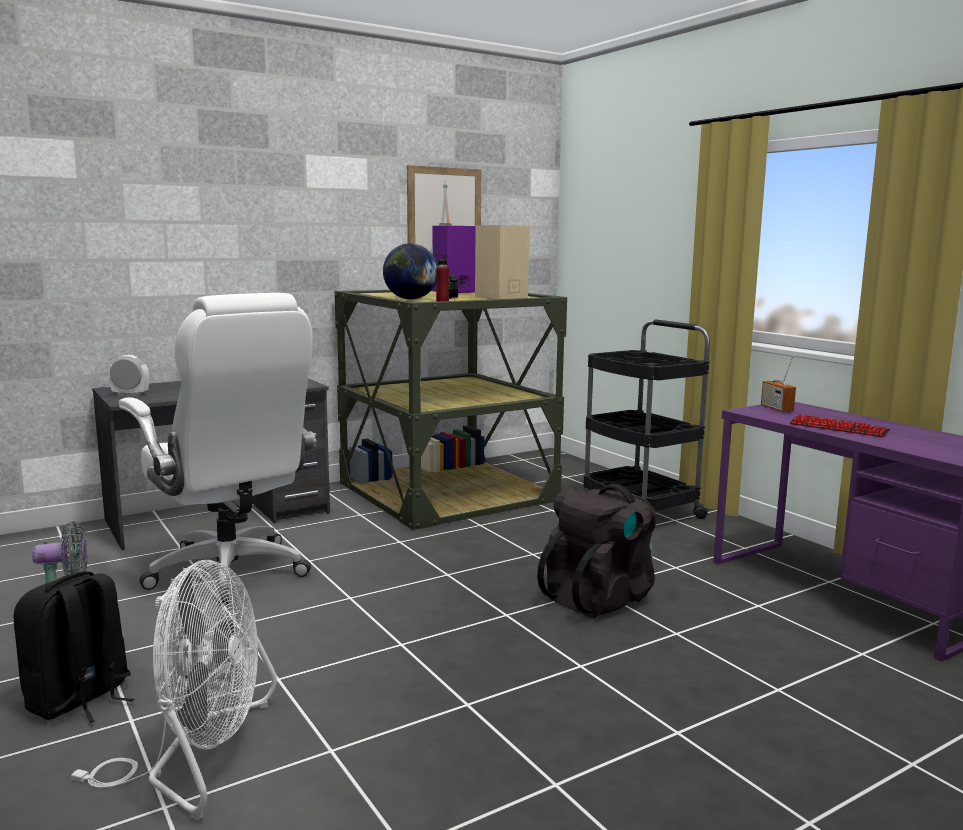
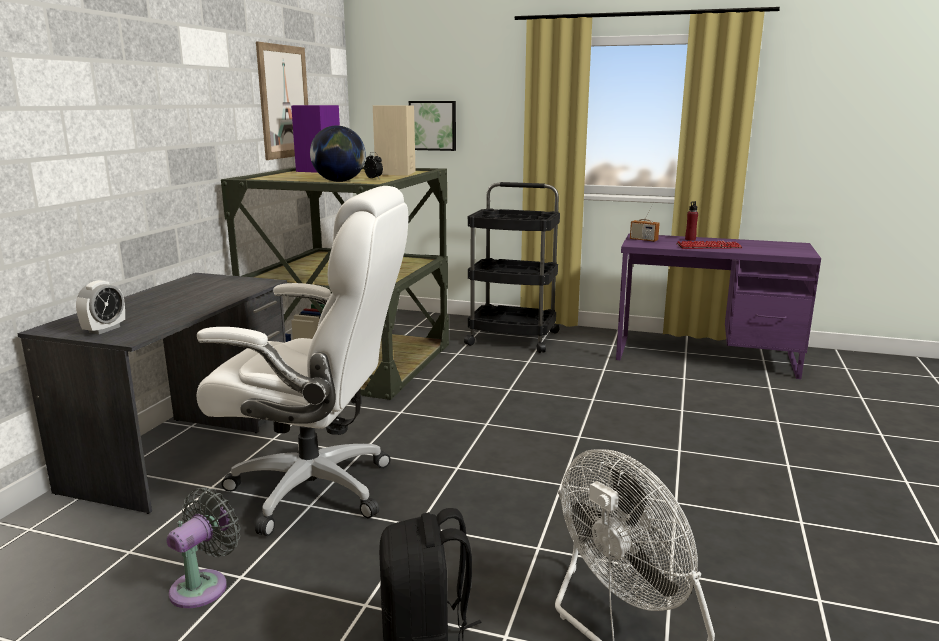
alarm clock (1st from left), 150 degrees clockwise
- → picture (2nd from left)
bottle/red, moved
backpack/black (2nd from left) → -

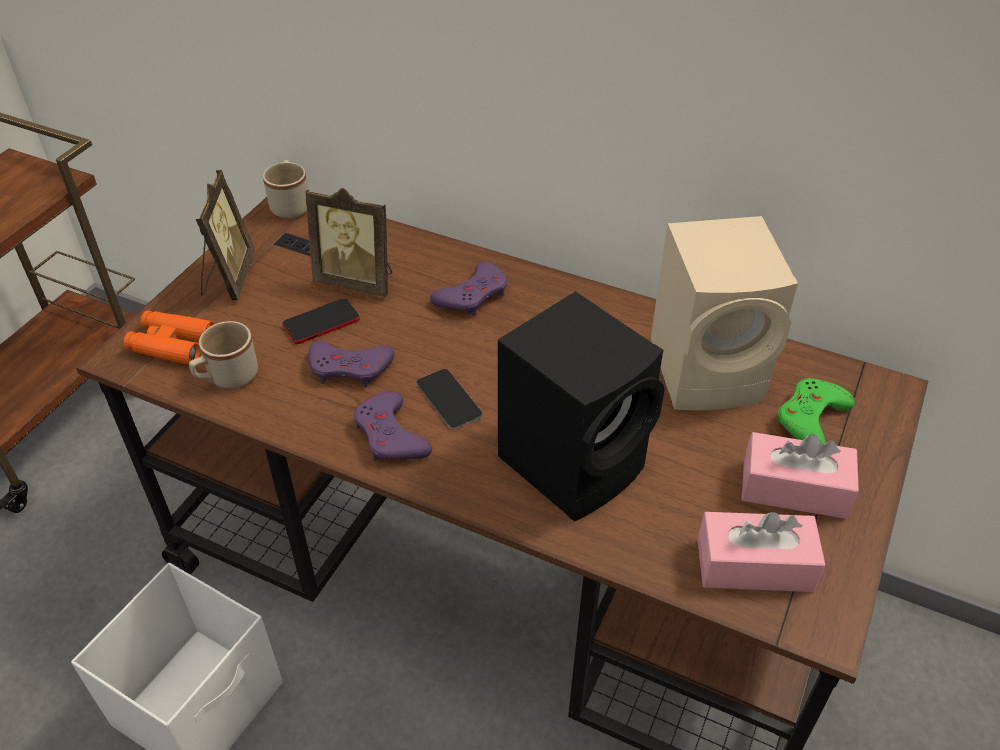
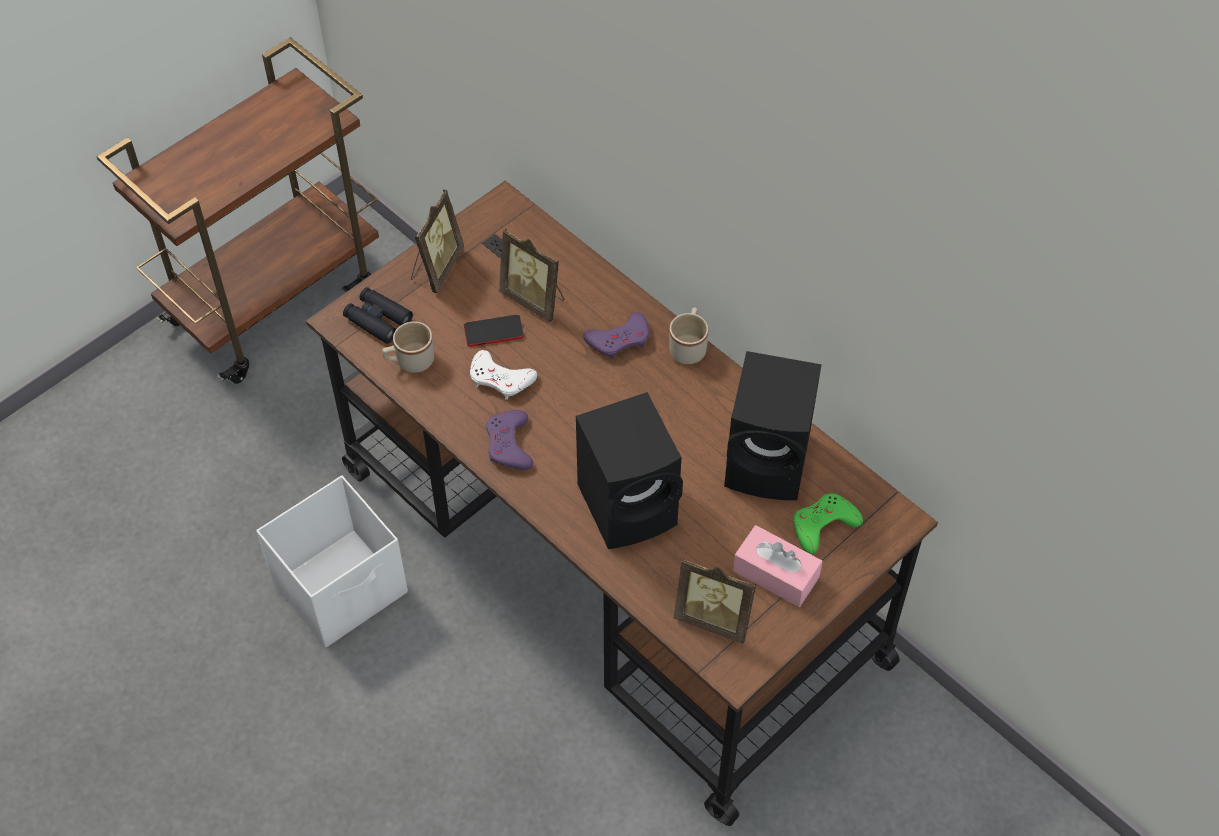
binoculars/orange → binoculars/black
game controller/purple (1st from left) → game controller/white
mug/beige (2nd from left), moved
tissue box/pink (1st from left) → picture frame (3rd from left)
speaker/beige → speaker/black (2nd from left)
phone (2nd from left) → -

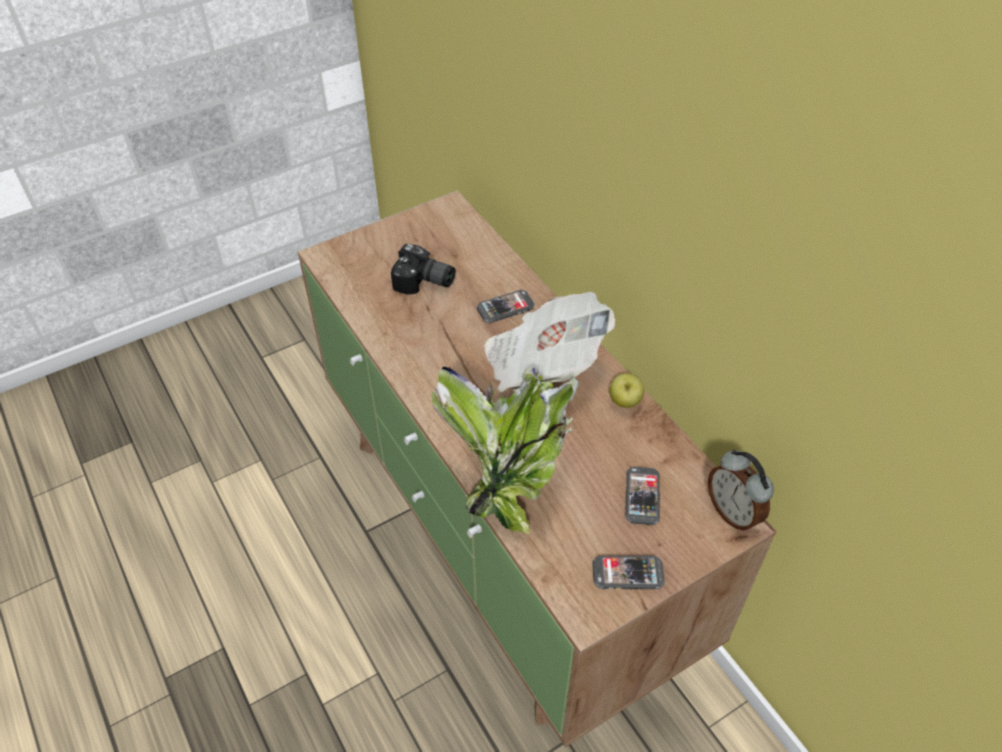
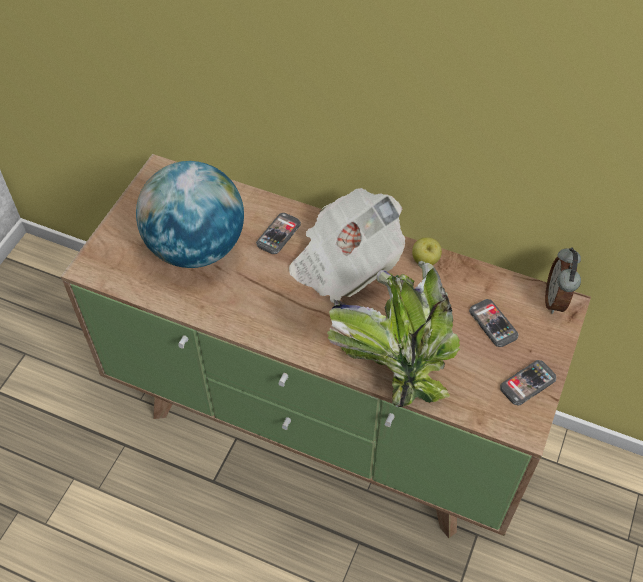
photo camera → globe
alarm clock, 75 degrees clockwise

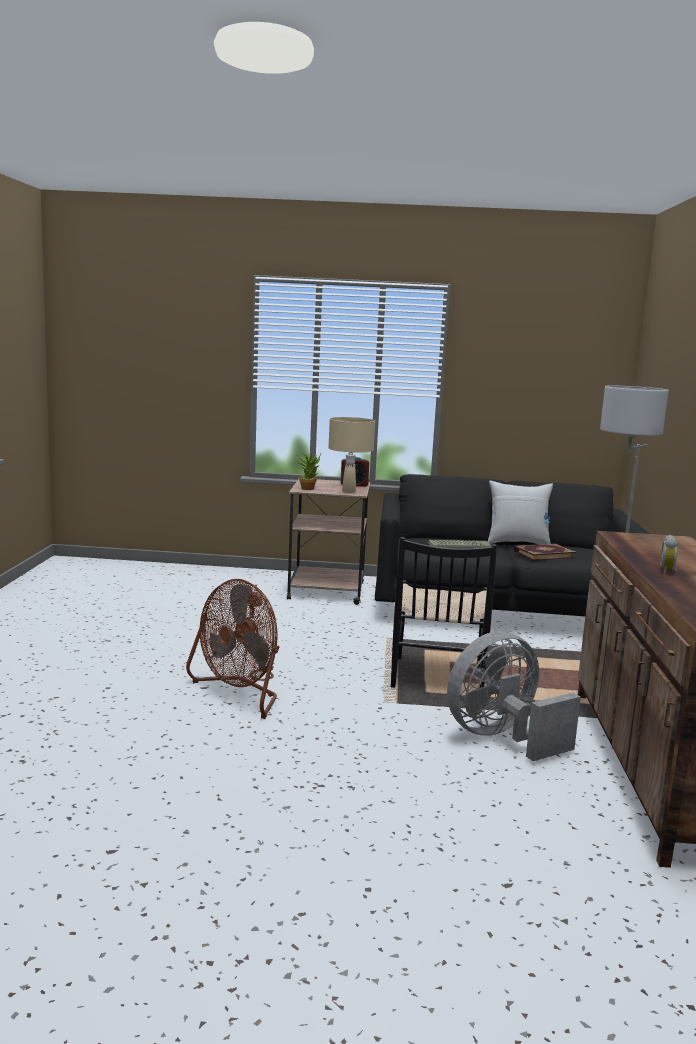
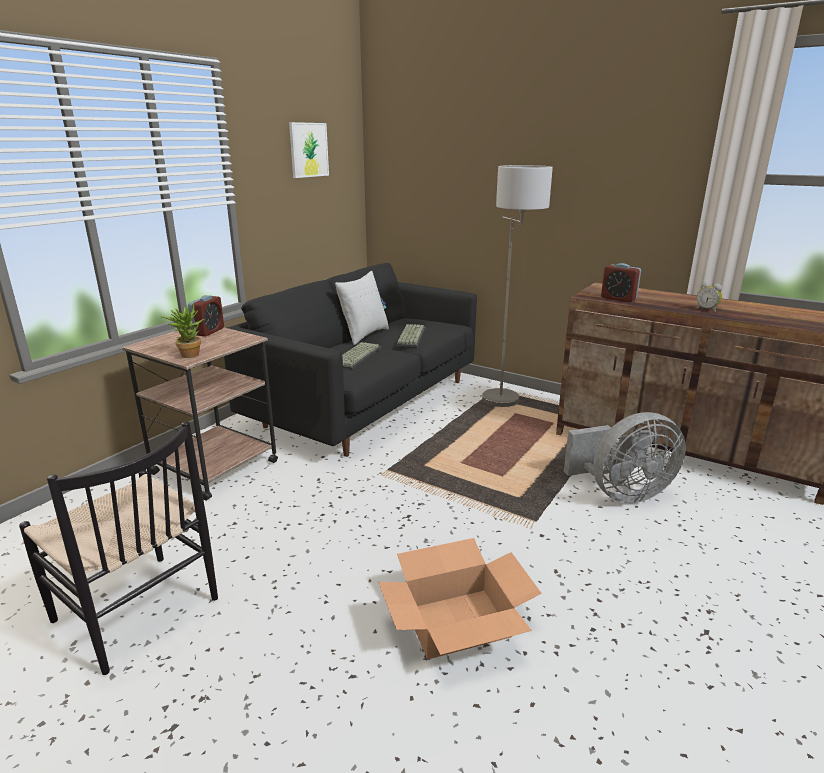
chair/black, moved
- → picture
fan/brown → cardboard box
book → keyboard (2nd from left)
fan/grey, 105 degrees counterclockwise
- → alarm clock (2nd from left)
table lamp/beige → -

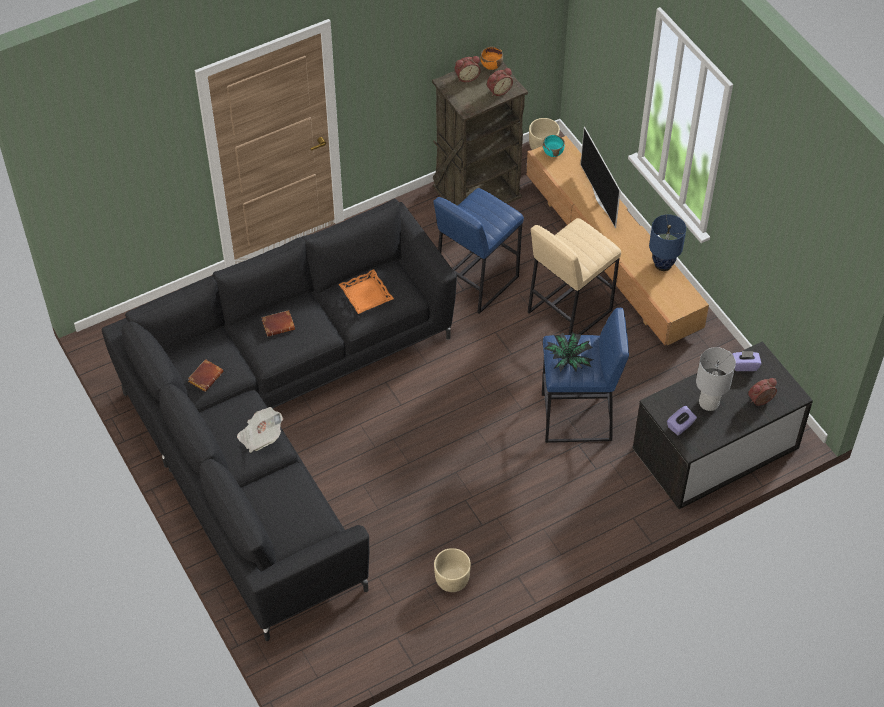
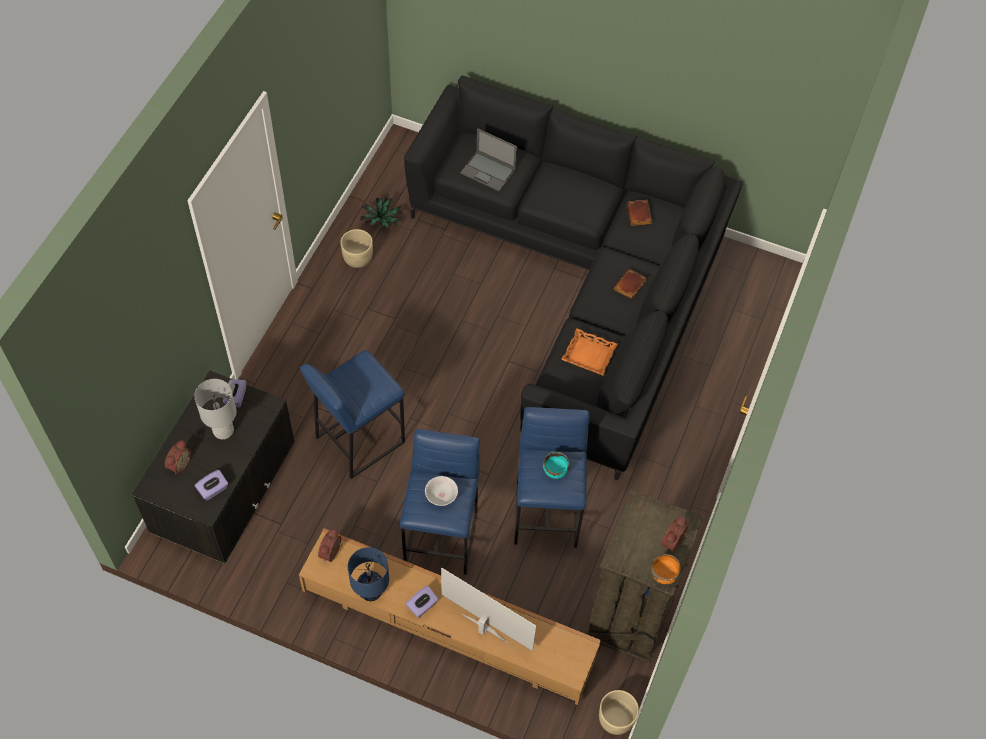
alarm clock (2nd from left), moved
potted plant, moved
stool/beige → stool/blue (2nd from left)
- → tissue box/purple (3rd from left)
- → bowl/white
- → laptop
bowl/turquoise, moved
newspaper → -

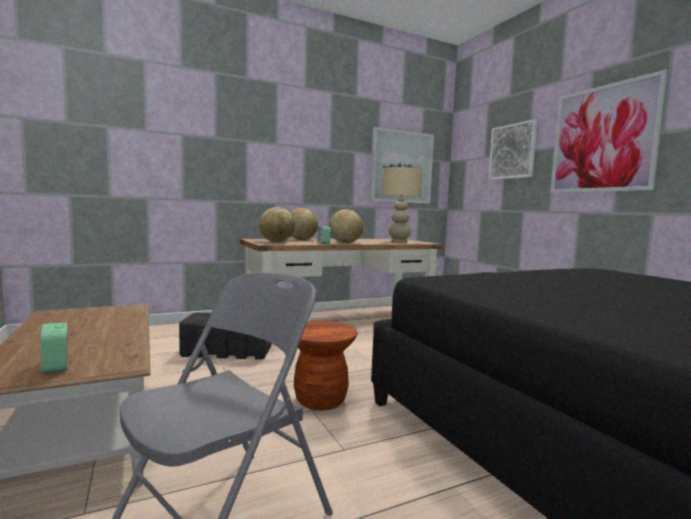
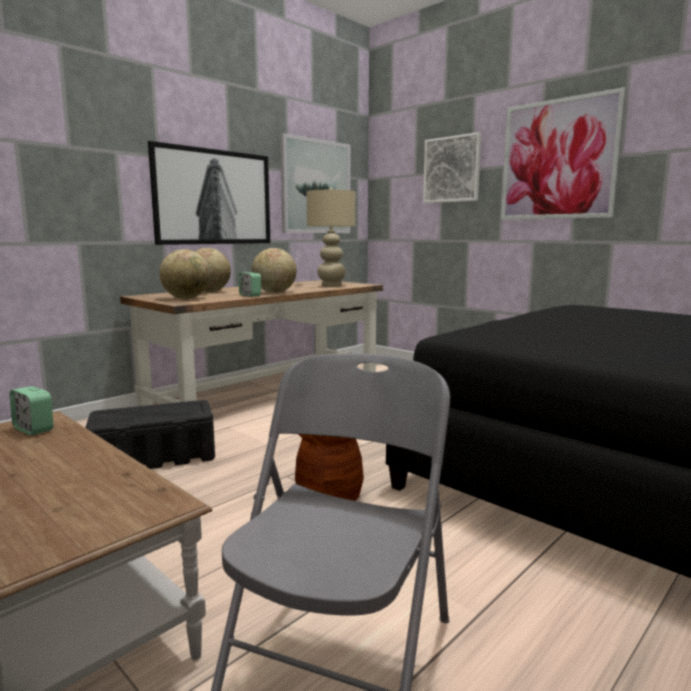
alarm clock (1st from left), moved
- → picture (1st from left)

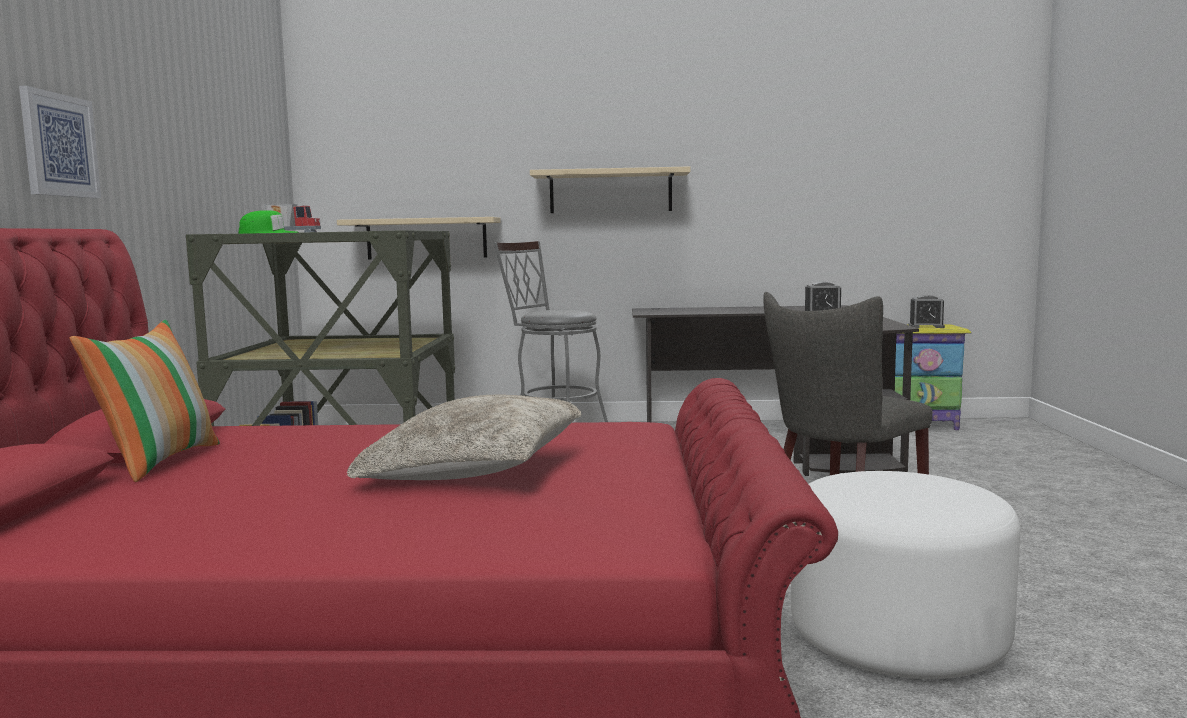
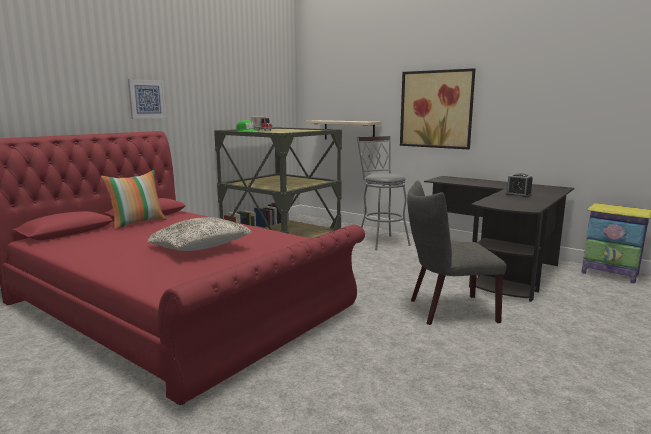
shelf/beige (2nd from left) → picture (2nd from left)
ottoman/white → -
alarm clock (2nd from left) → -

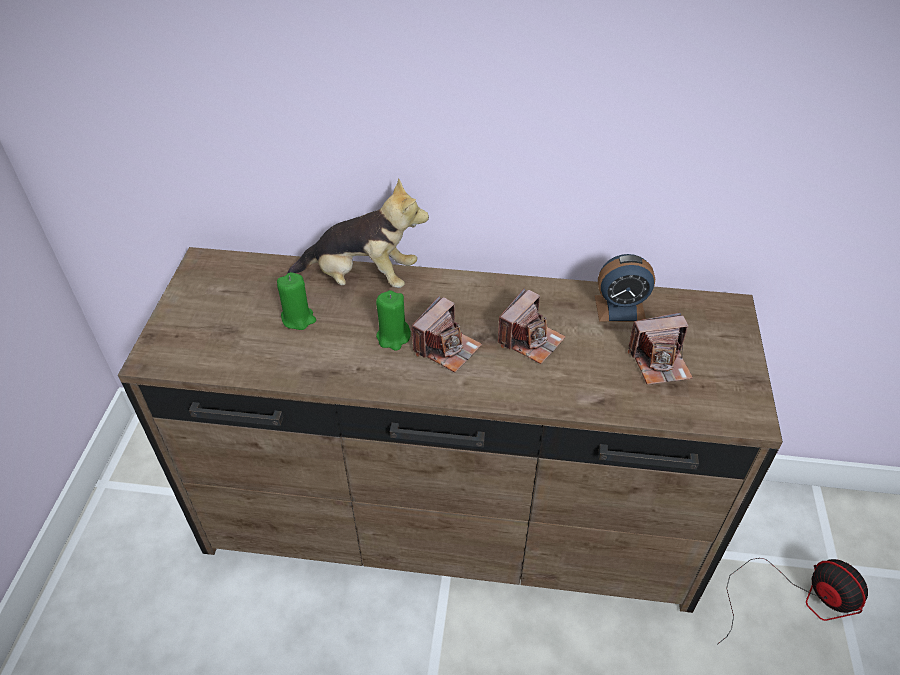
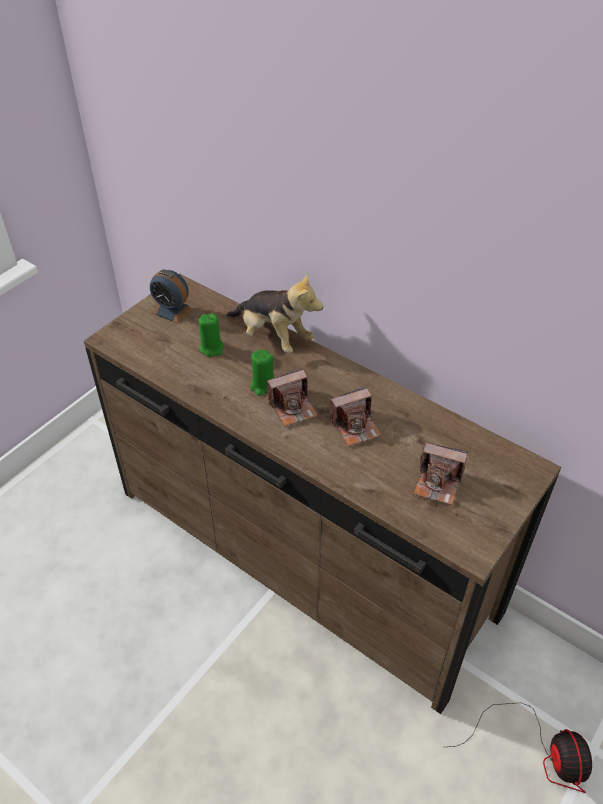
alarm clock, moved

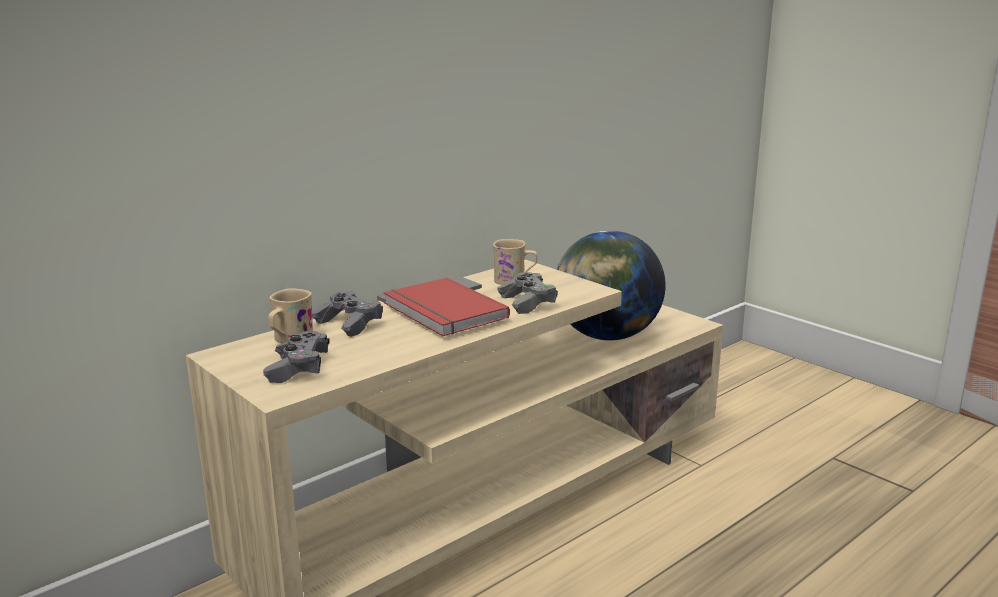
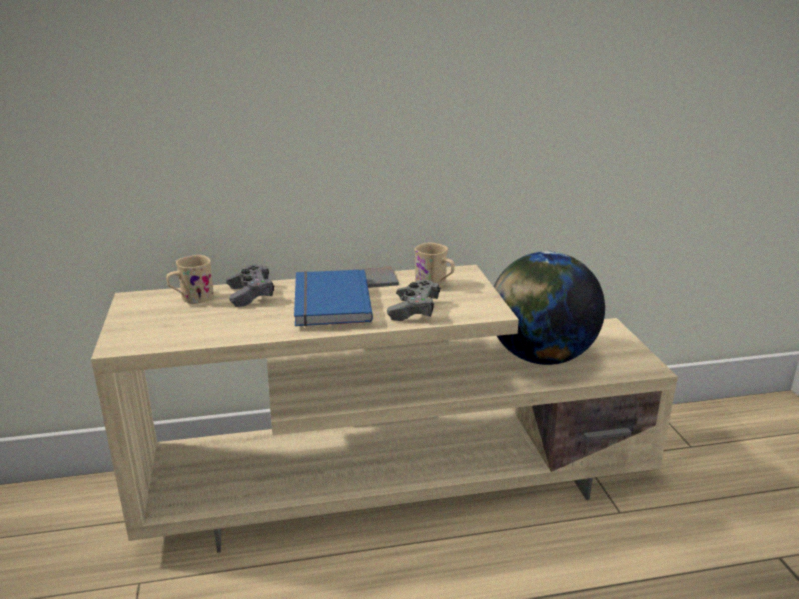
book/red → book/blue
game controller/grey (1st from left) → -

